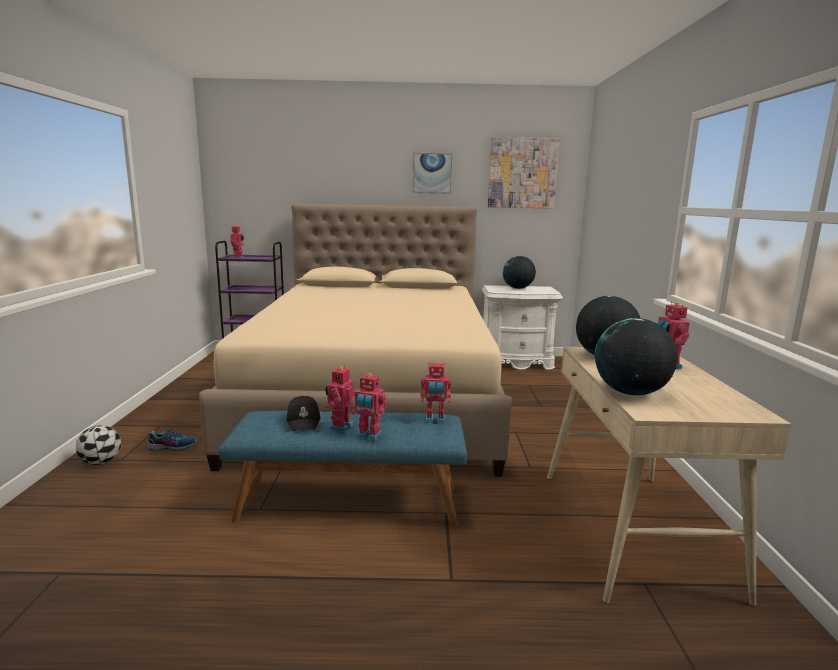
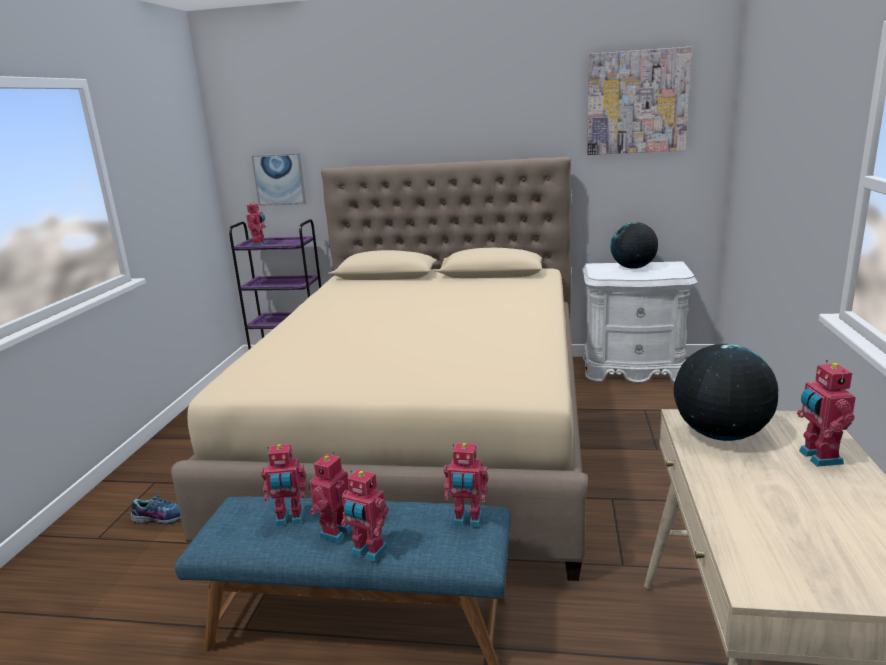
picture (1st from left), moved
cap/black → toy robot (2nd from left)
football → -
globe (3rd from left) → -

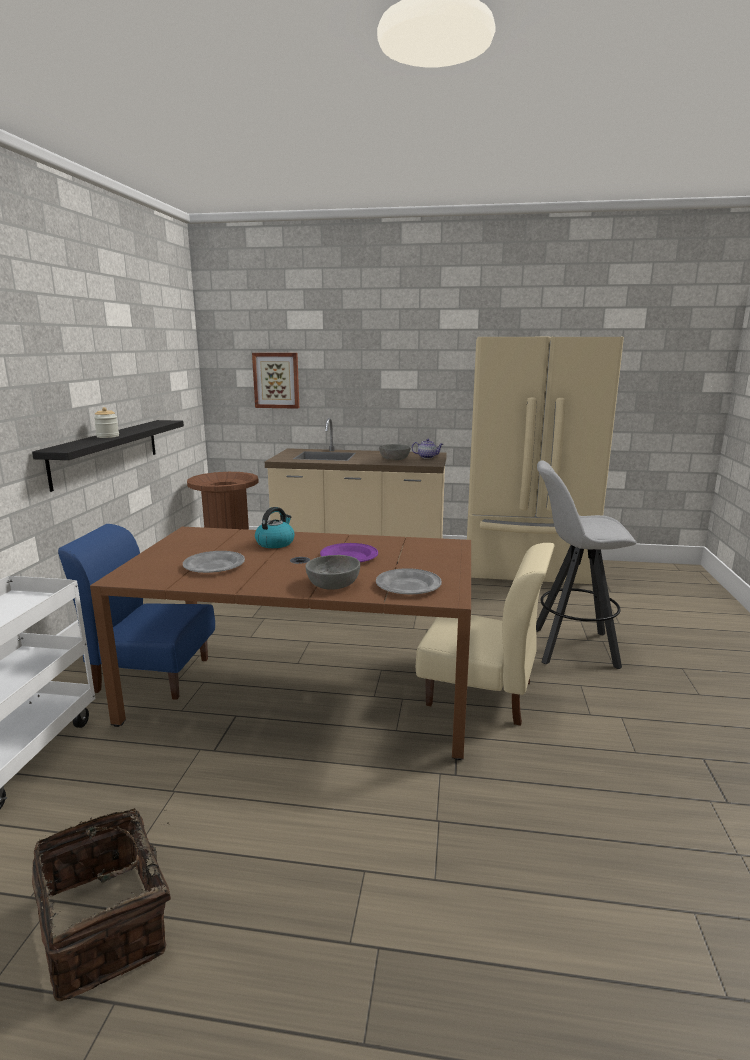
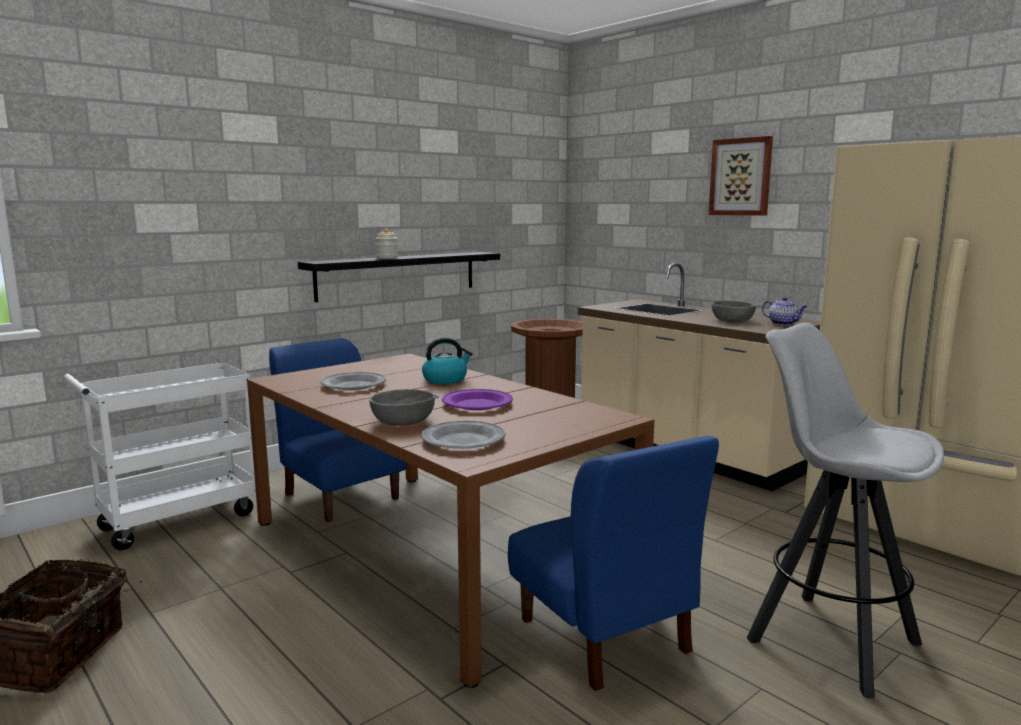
chair/beige → chair/blue (2nd from left)
picture, moved

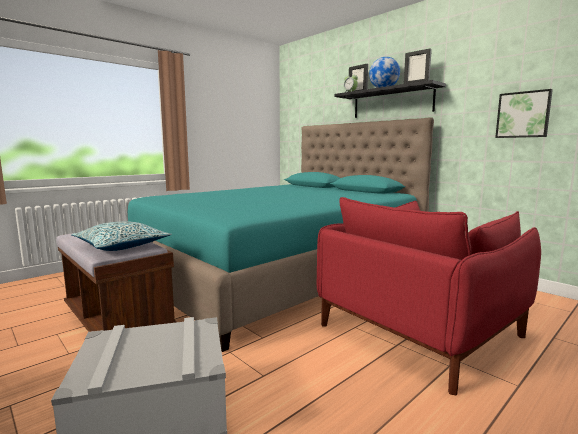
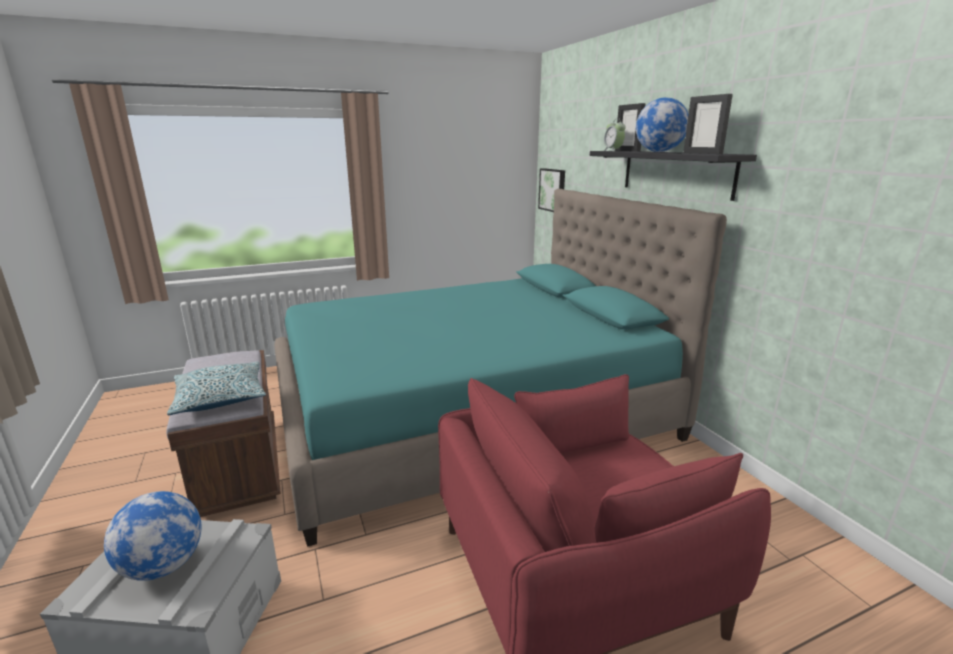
- → globe (1st from left)
picture, moved

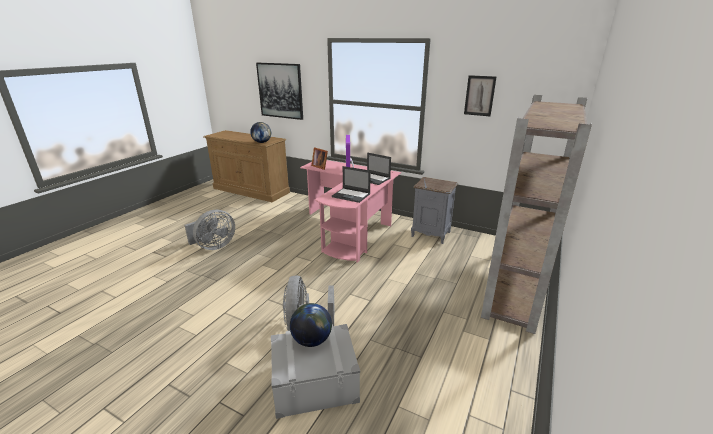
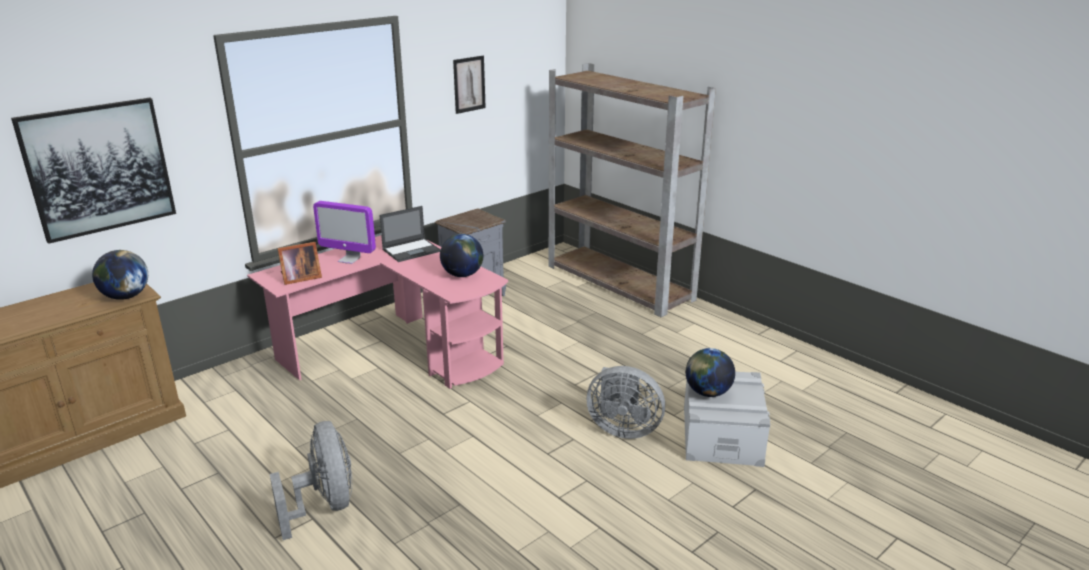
laptop (1st from left) → globe (2nd from left)

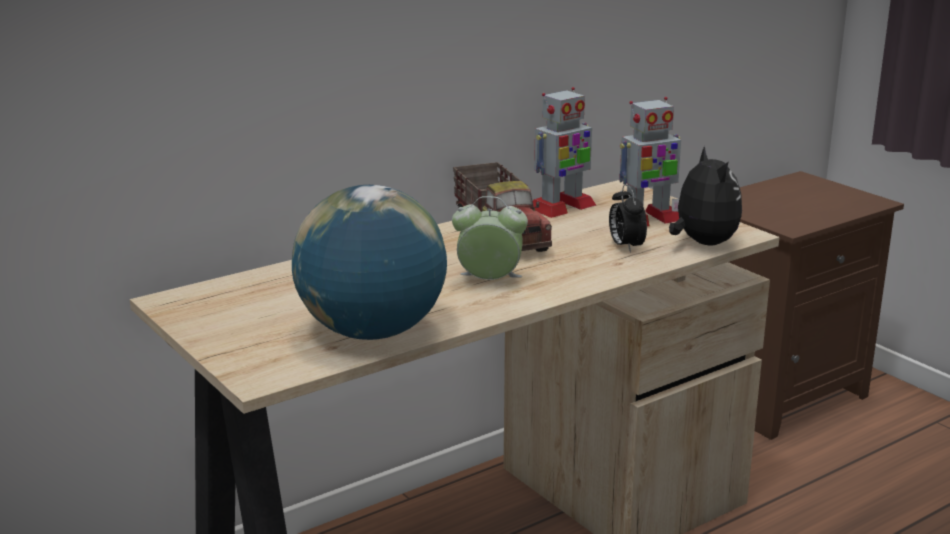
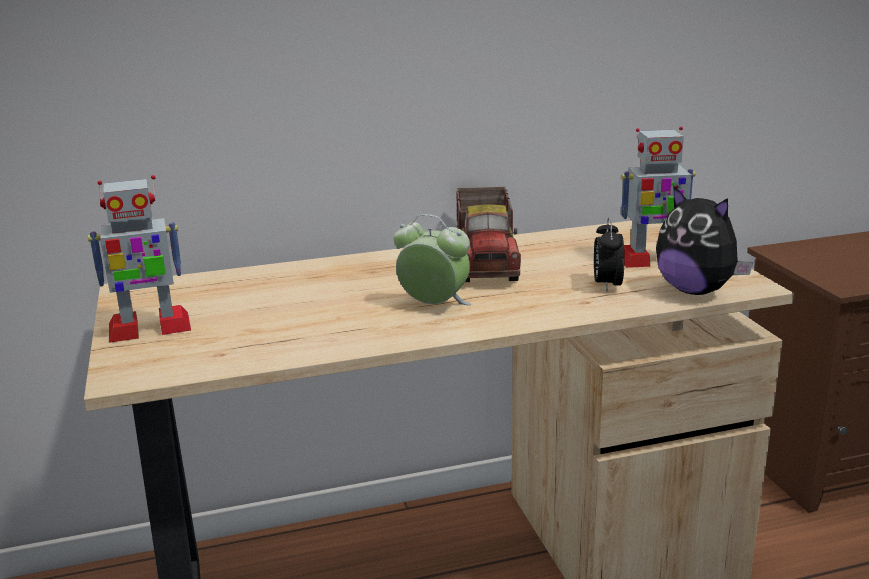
toy robot (1st from left), moved
plush toy, 135 degrees clockwise
globe → -

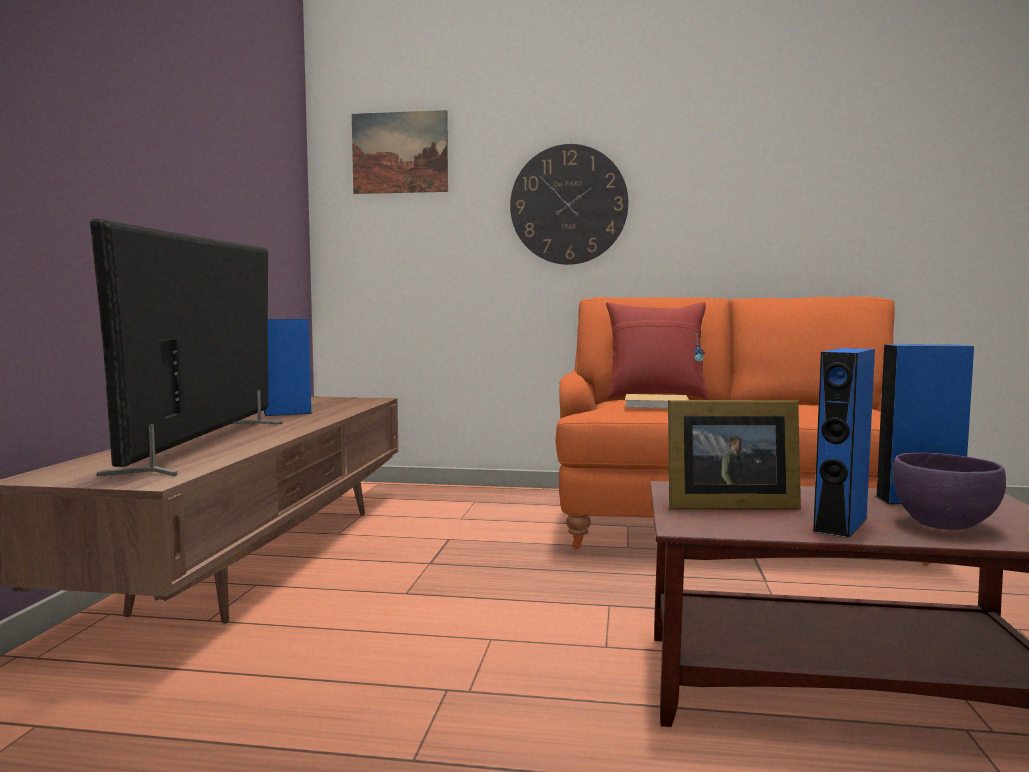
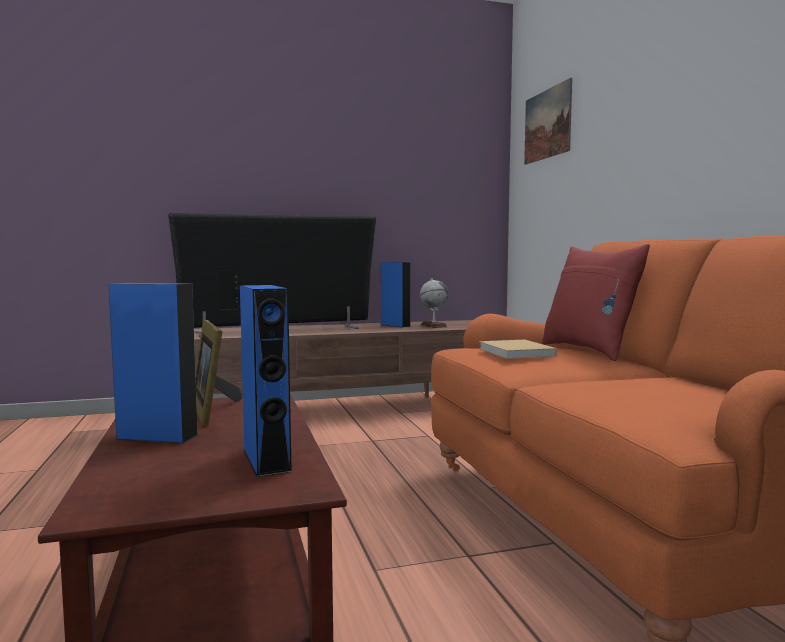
- → globe
wall clock → -
bowl/purple → -

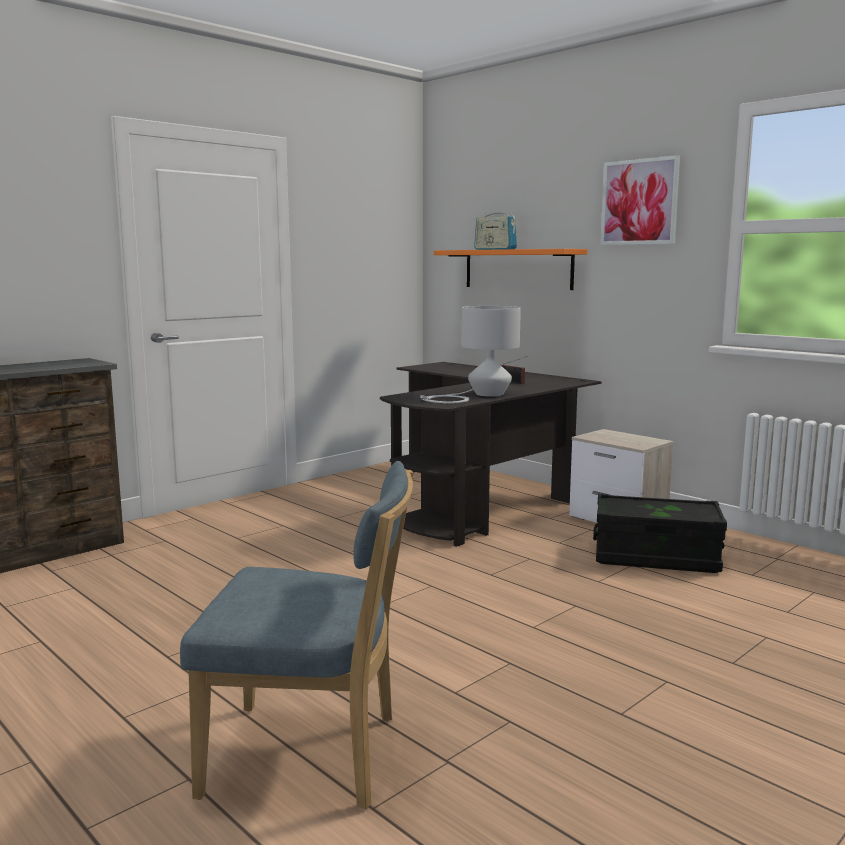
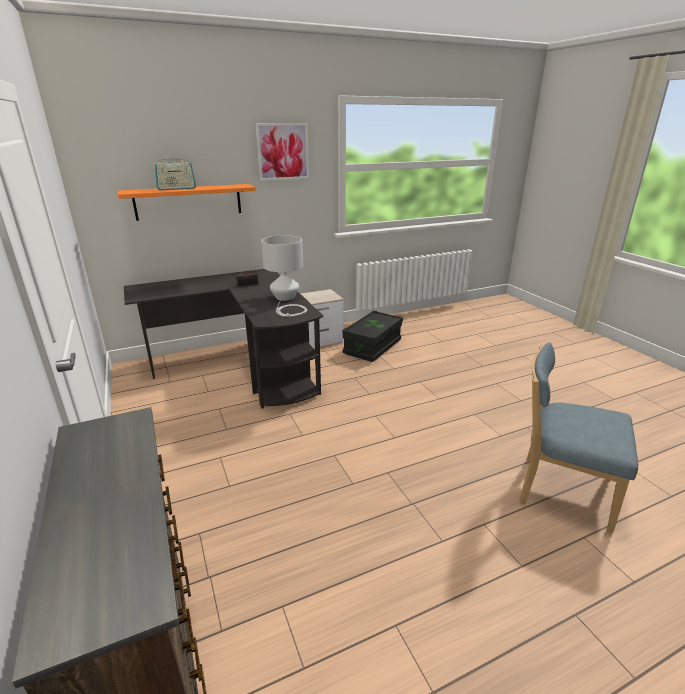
chair/blue, 90 degrees counterclockwise

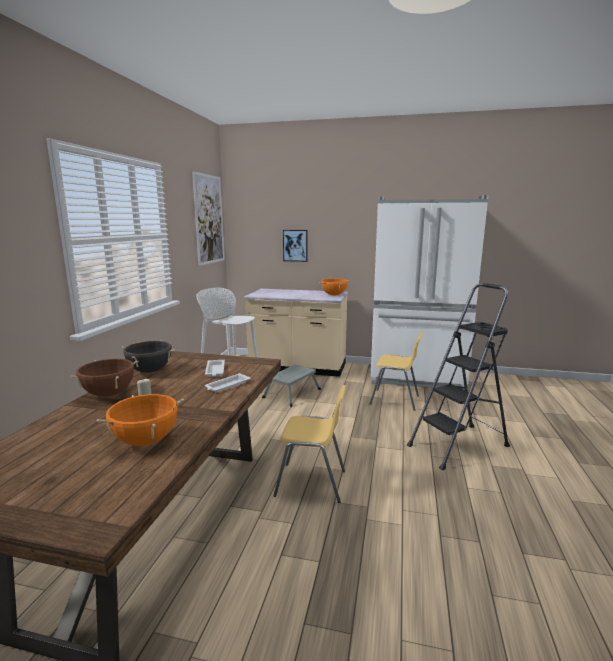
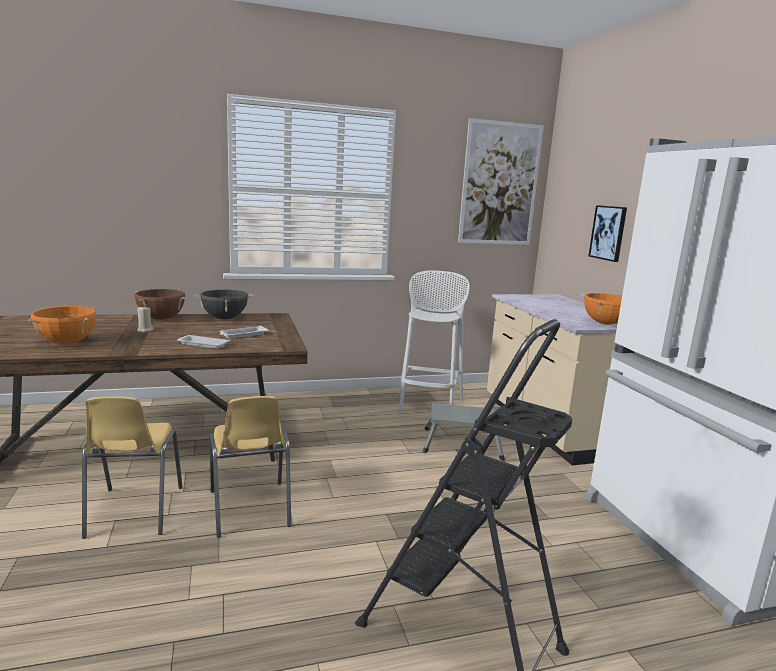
chair/yellow (2nd from left in the first image) → chair/yellow (1st from left), moved

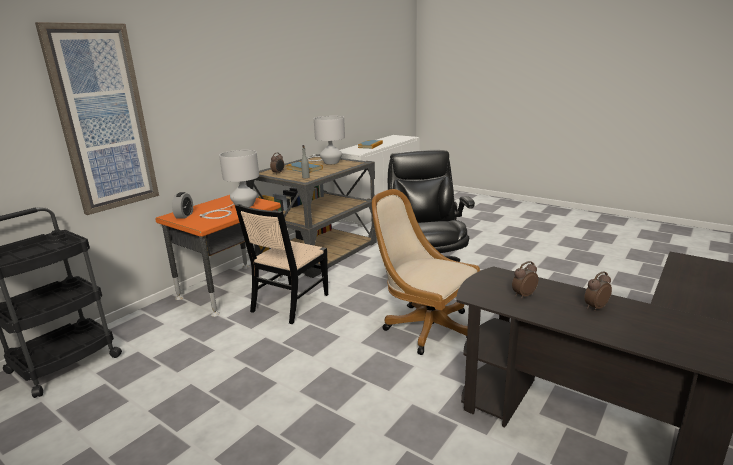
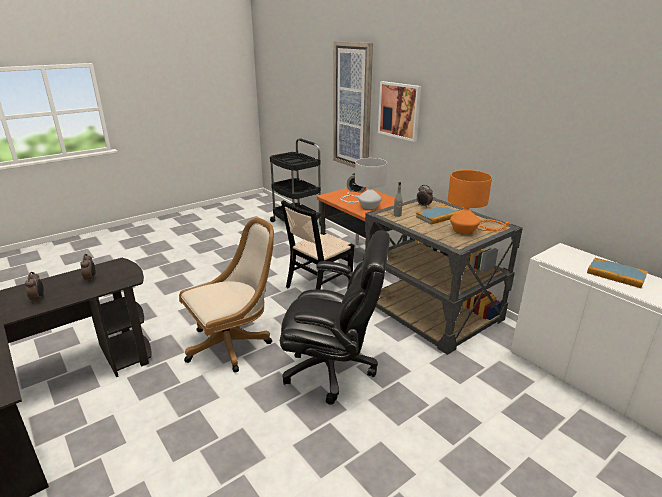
chair, 90 degrees counterclockwise
- → picture (2nd from left)
table lamp/grey (2nd from left) → table lamp/orange

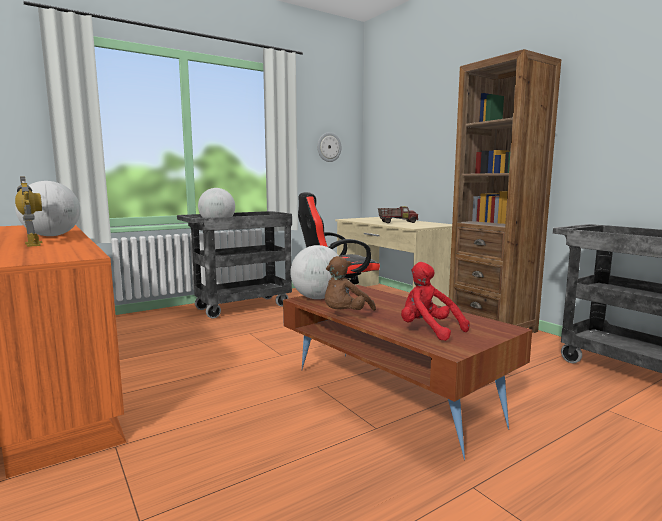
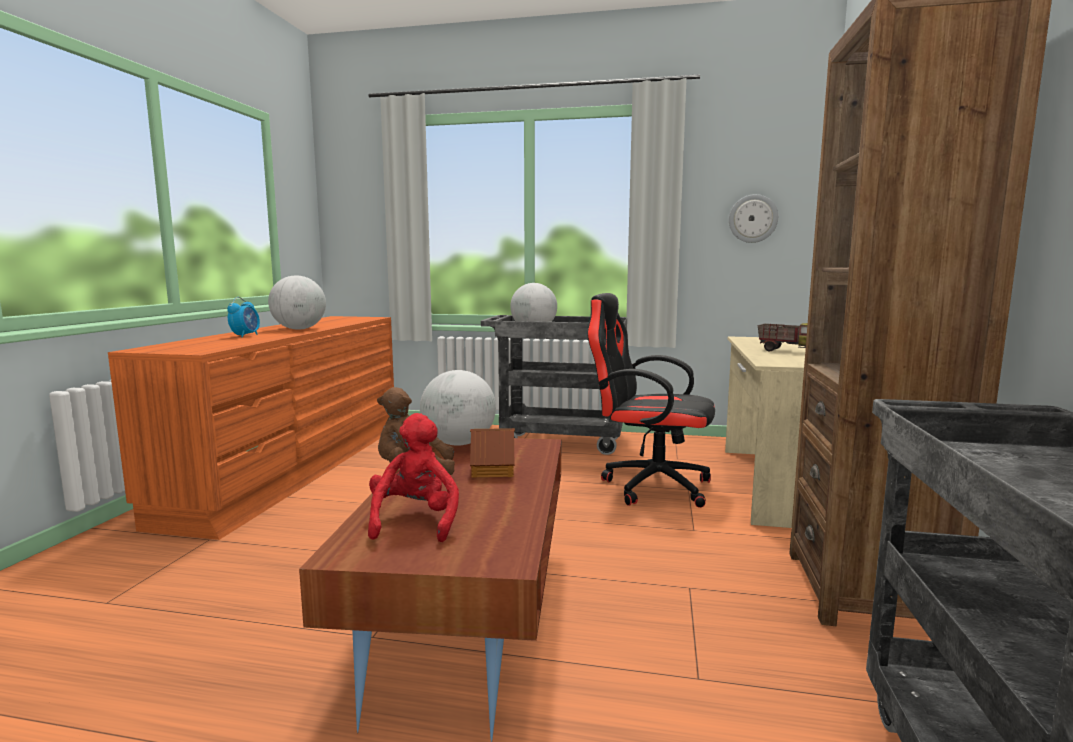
toy robot → alarm clock
- → toy house

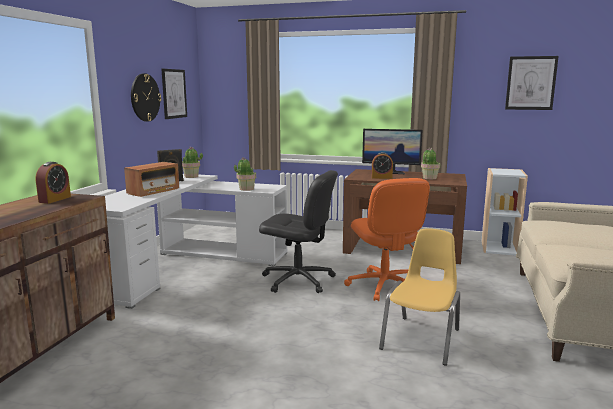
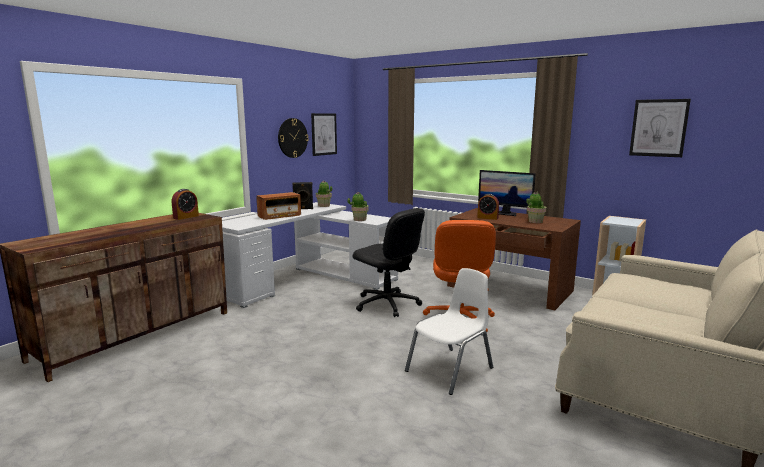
chair/yellow → chair/white

